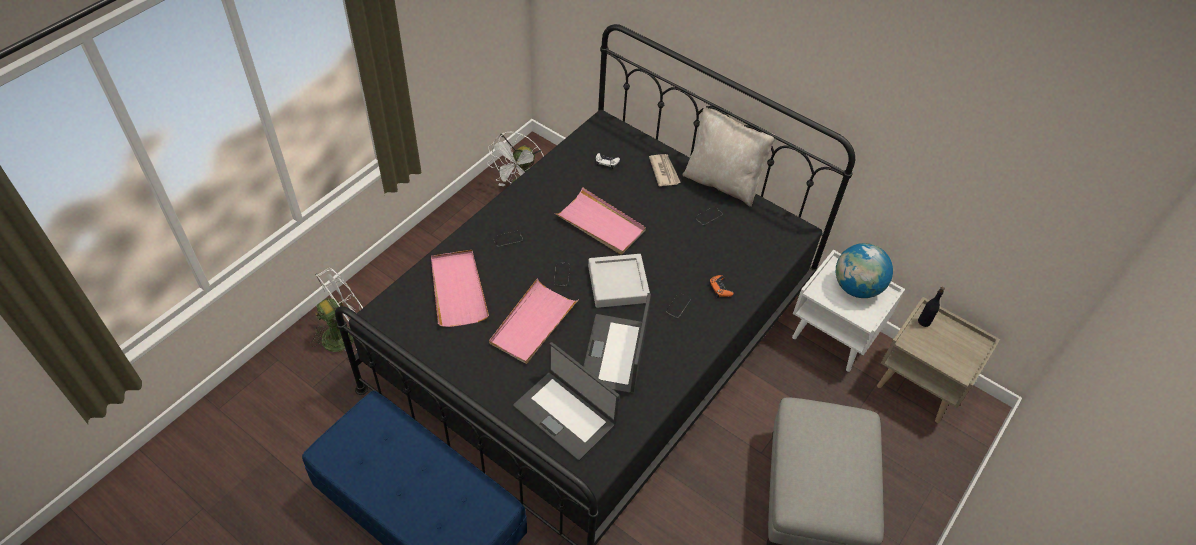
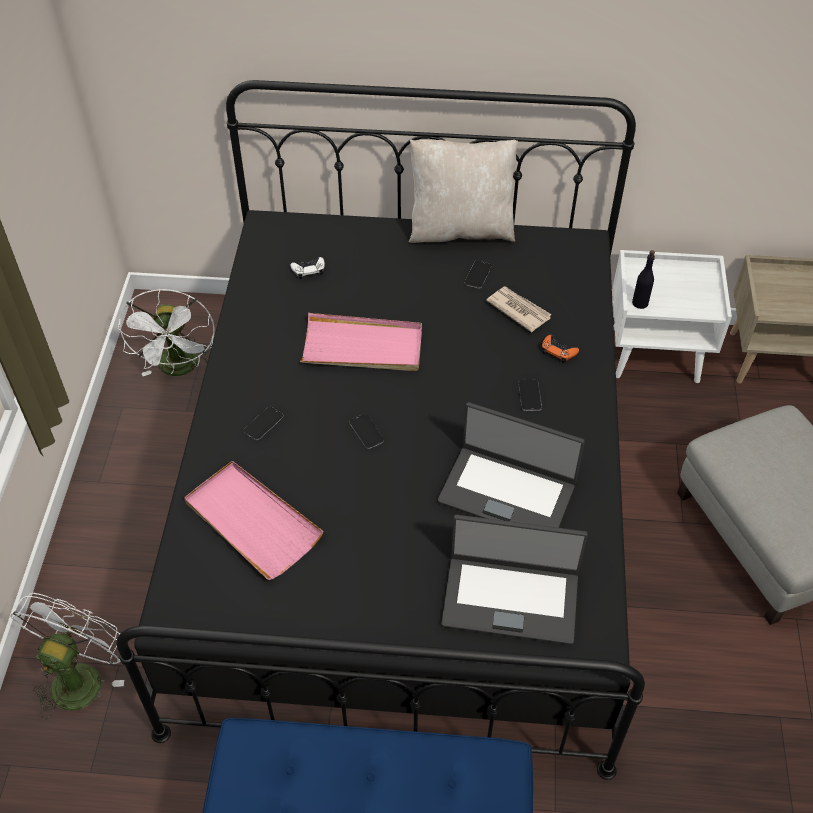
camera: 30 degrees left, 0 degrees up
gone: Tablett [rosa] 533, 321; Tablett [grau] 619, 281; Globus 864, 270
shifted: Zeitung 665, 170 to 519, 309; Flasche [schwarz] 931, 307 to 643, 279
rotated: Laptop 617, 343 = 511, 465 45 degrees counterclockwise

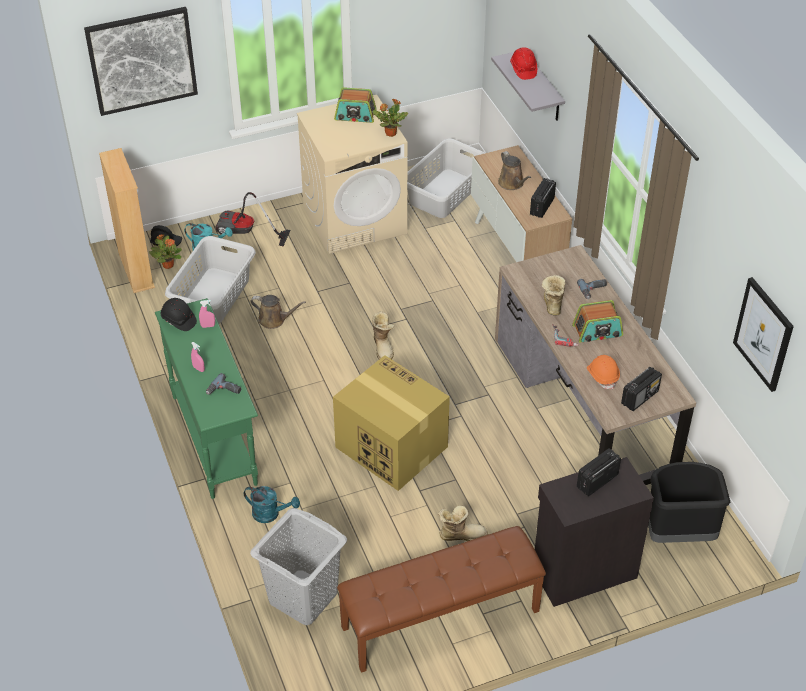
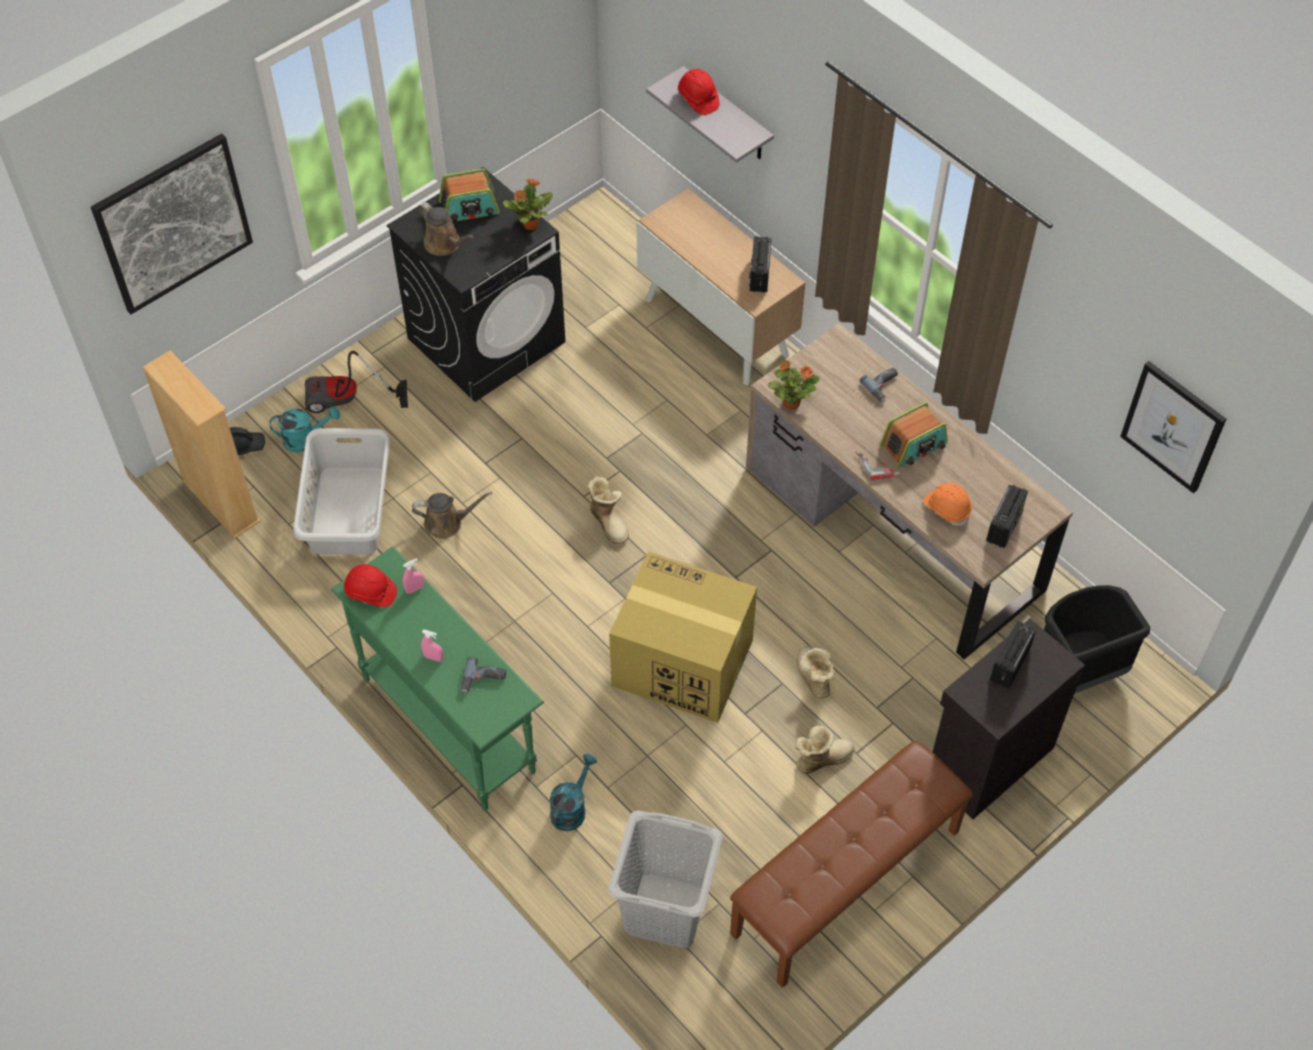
camera: 20 degrees left, 10 degrees up
gone: Wäschekorb [grau] 446, 178
shifted: Gießkanne [braun] 514, 170 to 446, 229; Topfpflanze 165, 251 to 794, 385; Stiefel 553, 295 to 816, 672
repainted: Schutzhelm [schwarz] 178, 314 to Schutzhelm [rot] 370, 585; Waschmaschine [beige] 352, 174 to Waschmaschine [schwarz] 476, 284
rotated: Gießkanne [türkis] 272, 504 = 573, 792 60 degrees counterclockwise

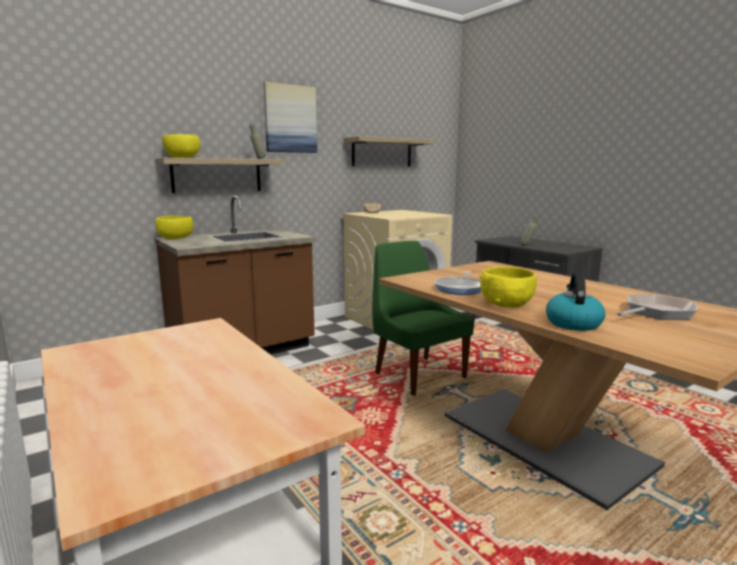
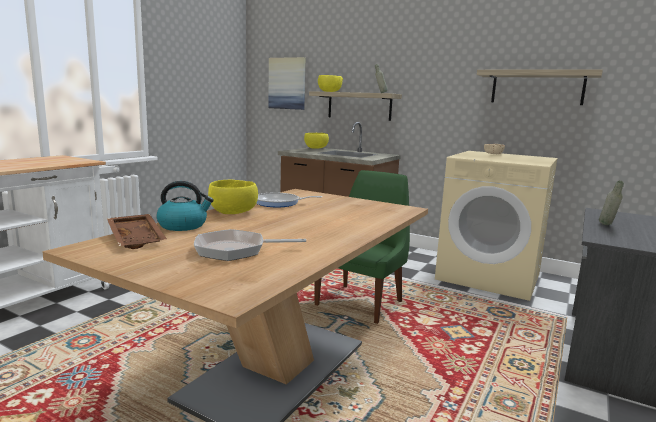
camera: 65 degrees right, 0 degrees up
new: Tablett [braun] 137, 231
shifted: Bild 290, 117 to 287, 83
rotated: Pfanne 657, 307 = 250, 245 135 degrees clockwise

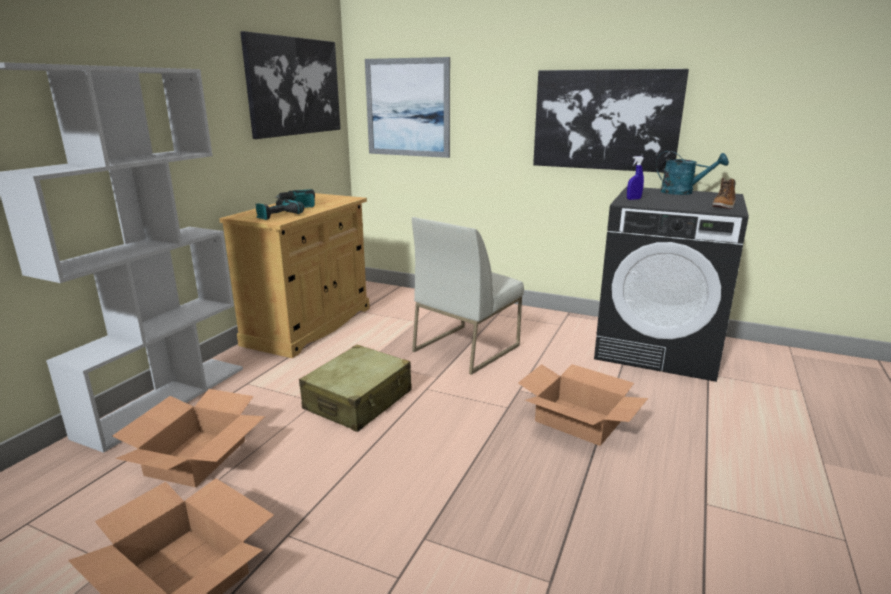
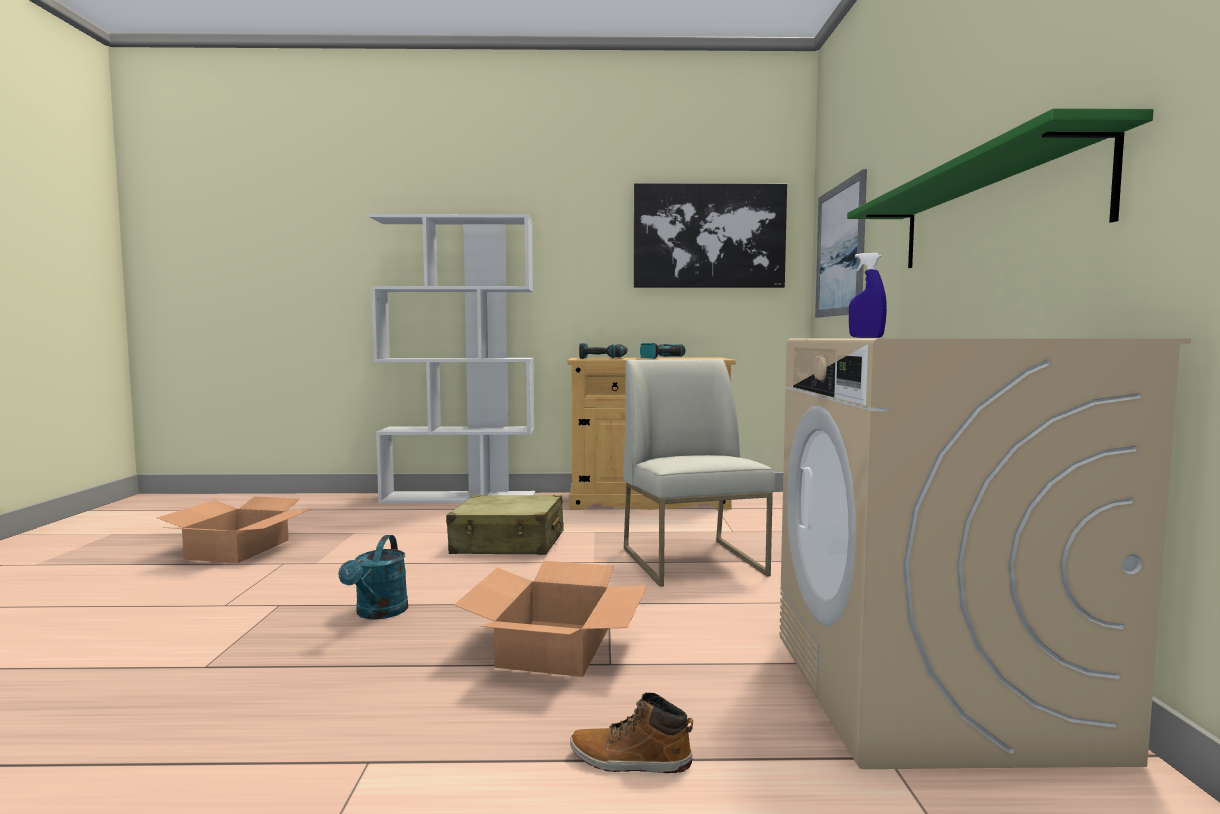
camera: 65 degrees right, 15 degrees down
gone: Karton 188, 438
shifted: Gießkanne [türkis] 692, 173 to 373, 577; Stiefel 724, 193 to 631, 733
swapped: Bild 611, 121 to Wandregal [grün] 1000, 188
repainted: Waschmaschine [schwarz] 671, 284 to Waschmaschine [beige] 985, 553
rotated: Stuhl [weiß] 468, 296 = 699, 473 60 degrees clockwise

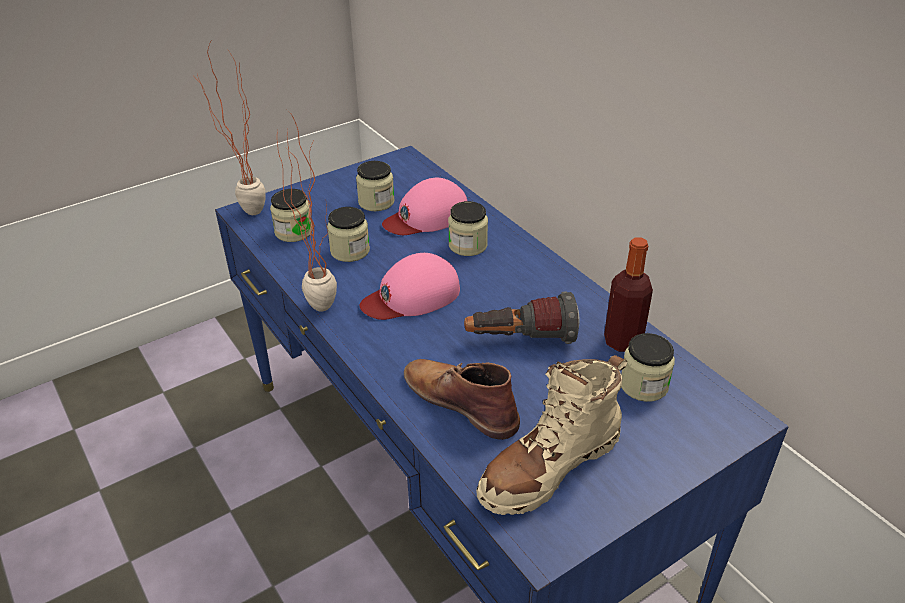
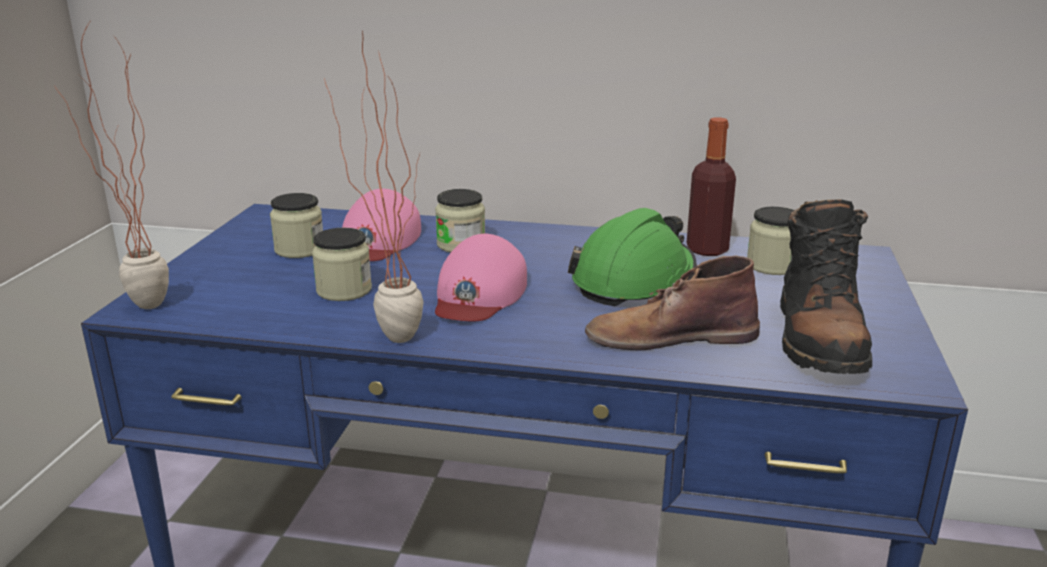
camera: 45 degrees left, 15 degrees down
gone: Vorratsglas 291, 215
swapped: Taschenlampe 522, 318 to Schutzhelm [grün] 632, 257
repainted: Stiefel [beige] 552, 435 to Stiefel [schwarz] 826, 286

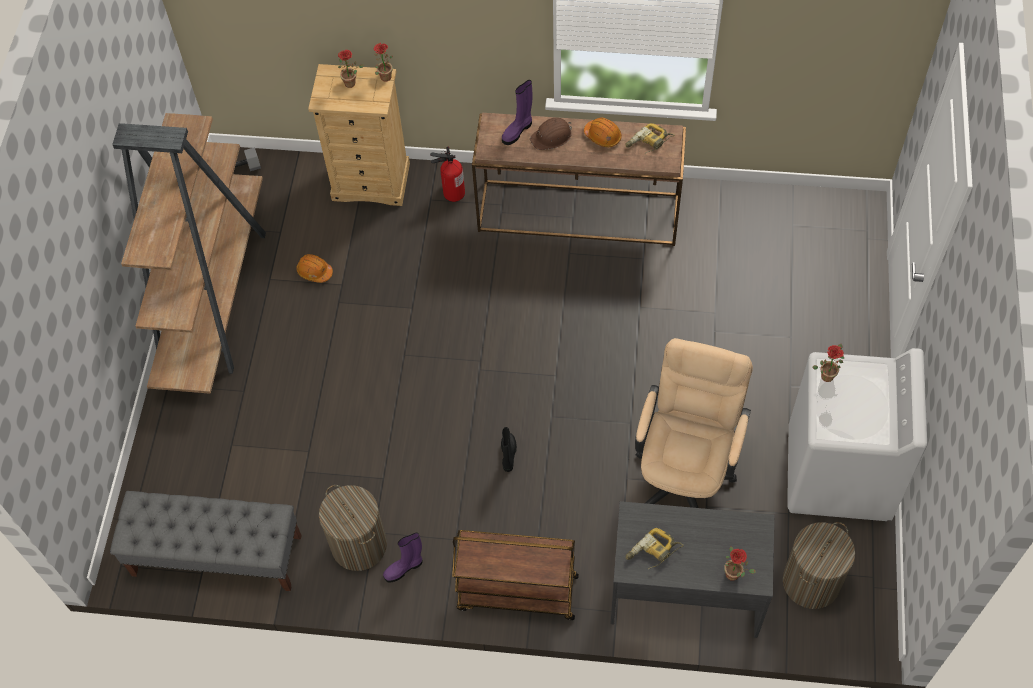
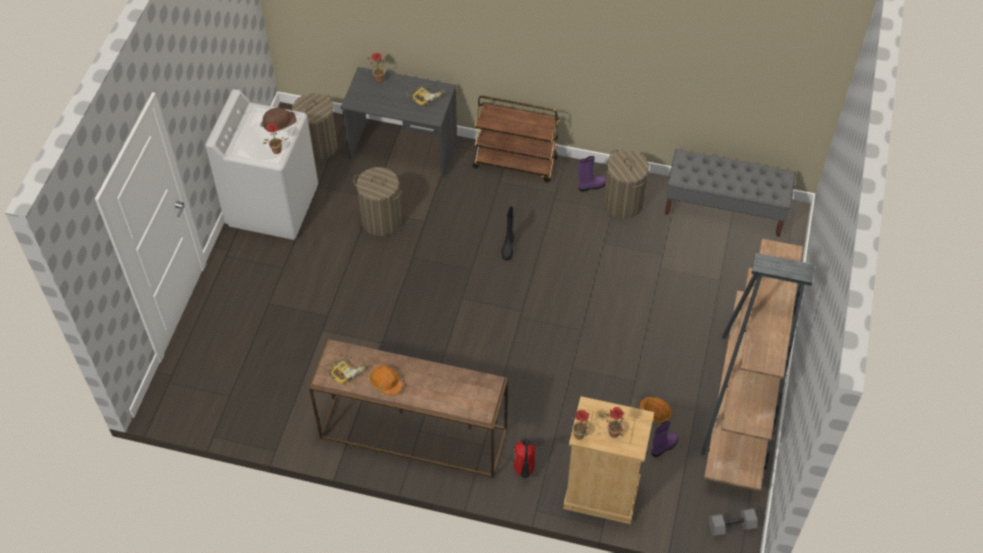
camera: 175 degrees left, 5 degrees down
shifted: Schutzhelm [braun] 551, 134 to 278, 119; Stiefel [lila] 517, 112 to 665, 439
swapped: Bürostuhl [beige] 694, 423 to Wäschekorb 377, 201

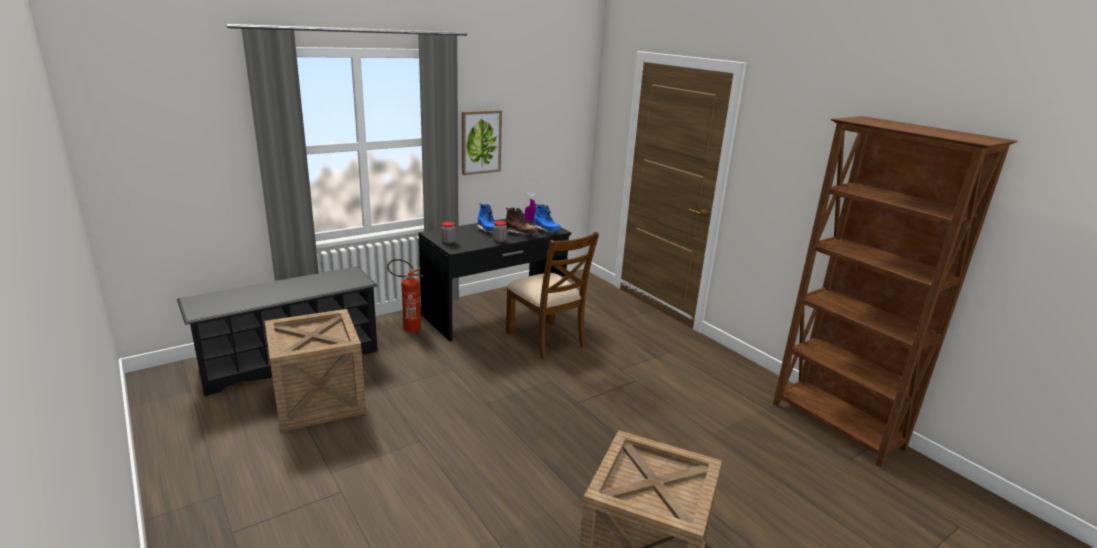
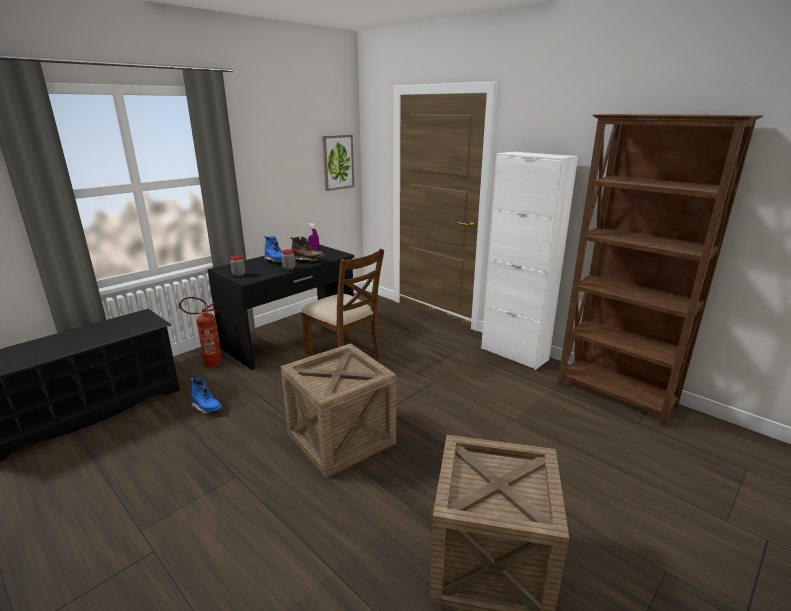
camera: 10 degrees left, 0 degrees up
new: Schrank [weiß] 529, 261
shifted: Stiefel [blau] 547, 218 to 206, 395; Kiste 315, 370 to 338, 410; Bild 482, 142 to 338, 163

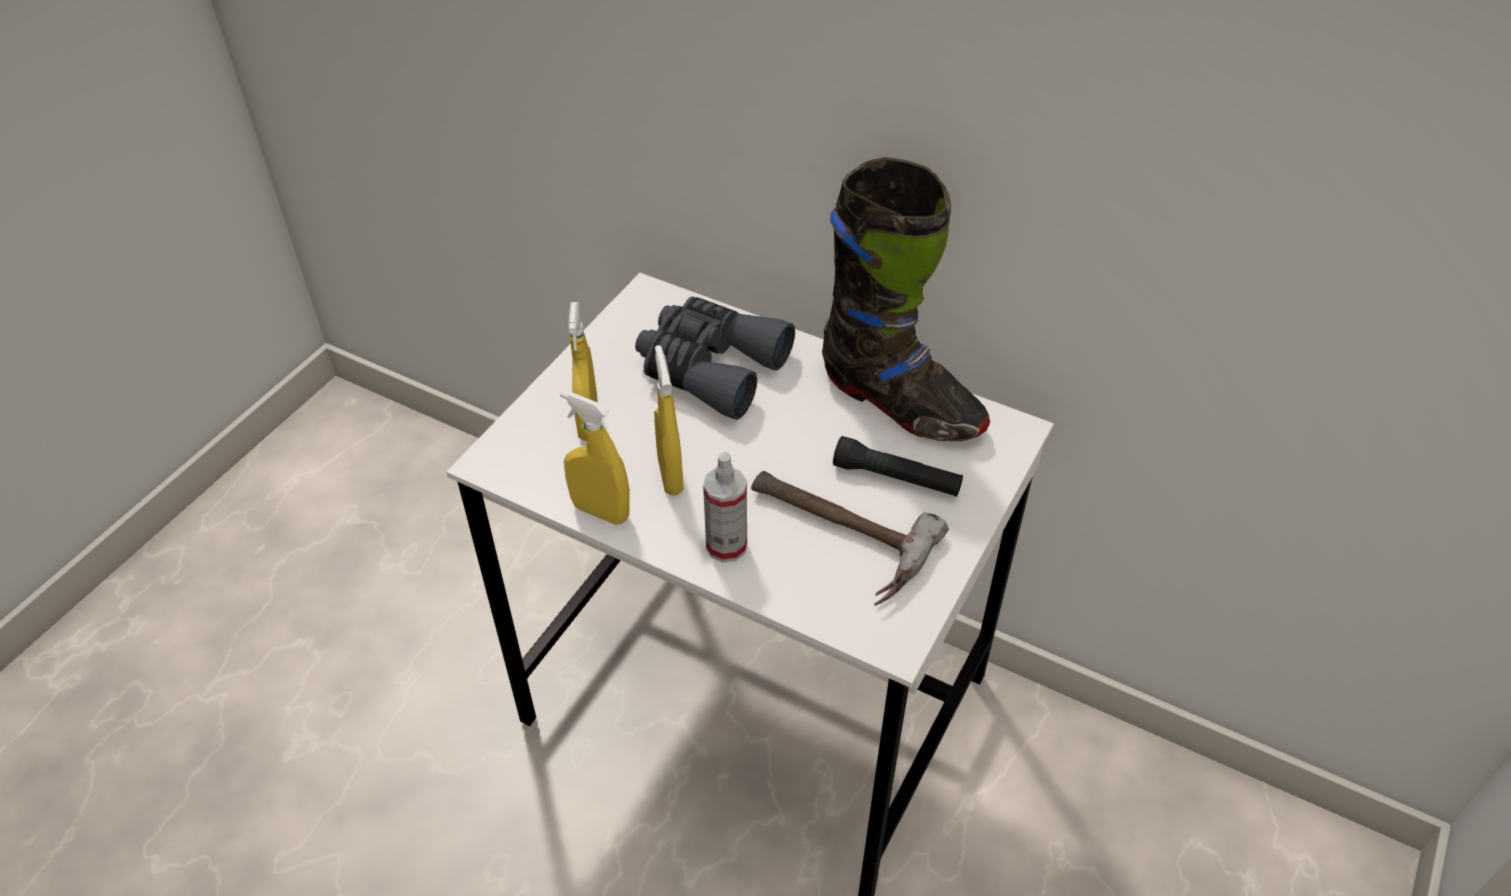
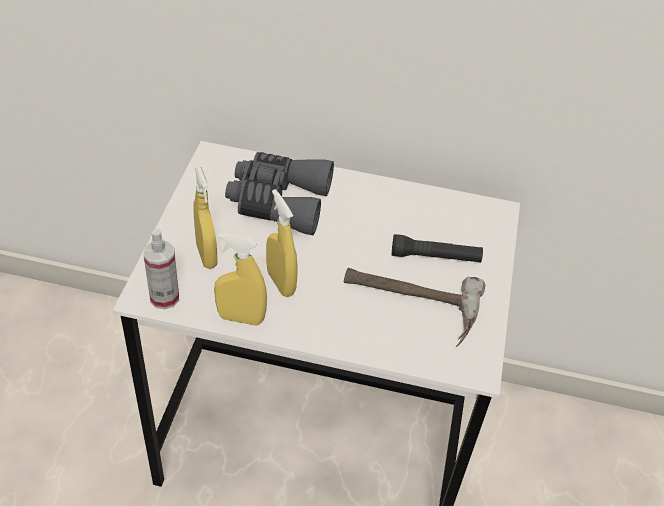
camera: 20 degrees left, 0 degrees up
gone: Stiefel [schwarz] 906, 299
shifted: Sprühflasche 725, 507 to 161, 269

